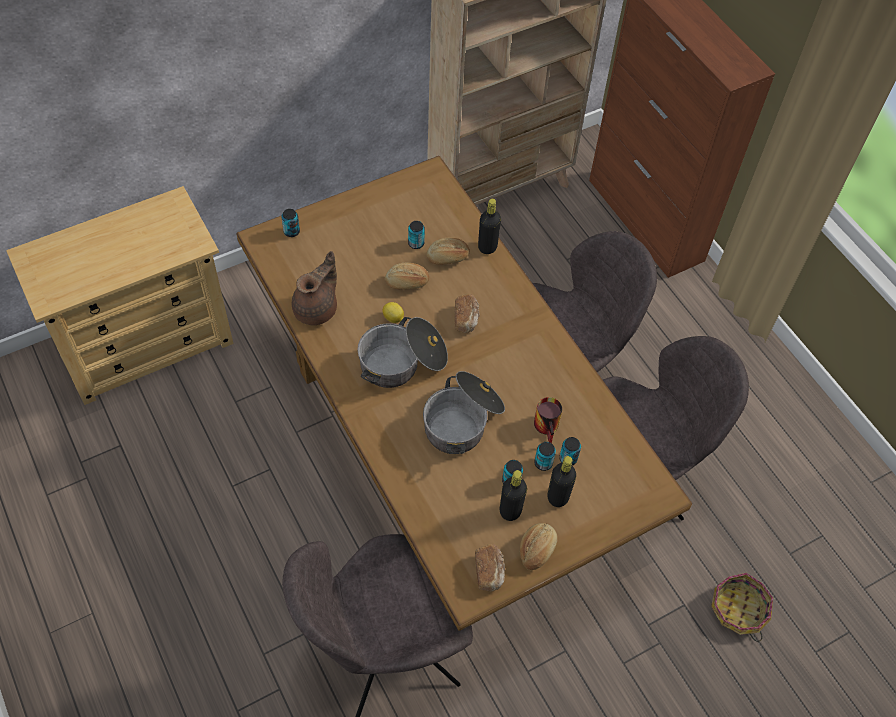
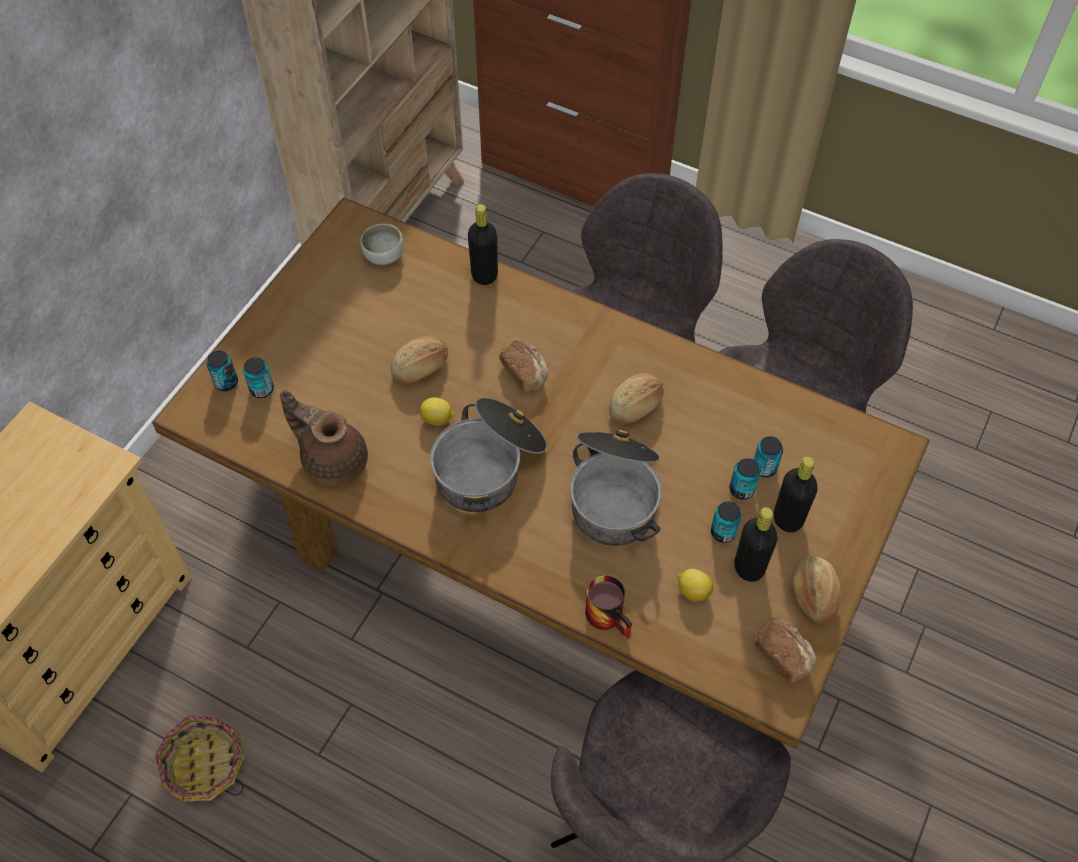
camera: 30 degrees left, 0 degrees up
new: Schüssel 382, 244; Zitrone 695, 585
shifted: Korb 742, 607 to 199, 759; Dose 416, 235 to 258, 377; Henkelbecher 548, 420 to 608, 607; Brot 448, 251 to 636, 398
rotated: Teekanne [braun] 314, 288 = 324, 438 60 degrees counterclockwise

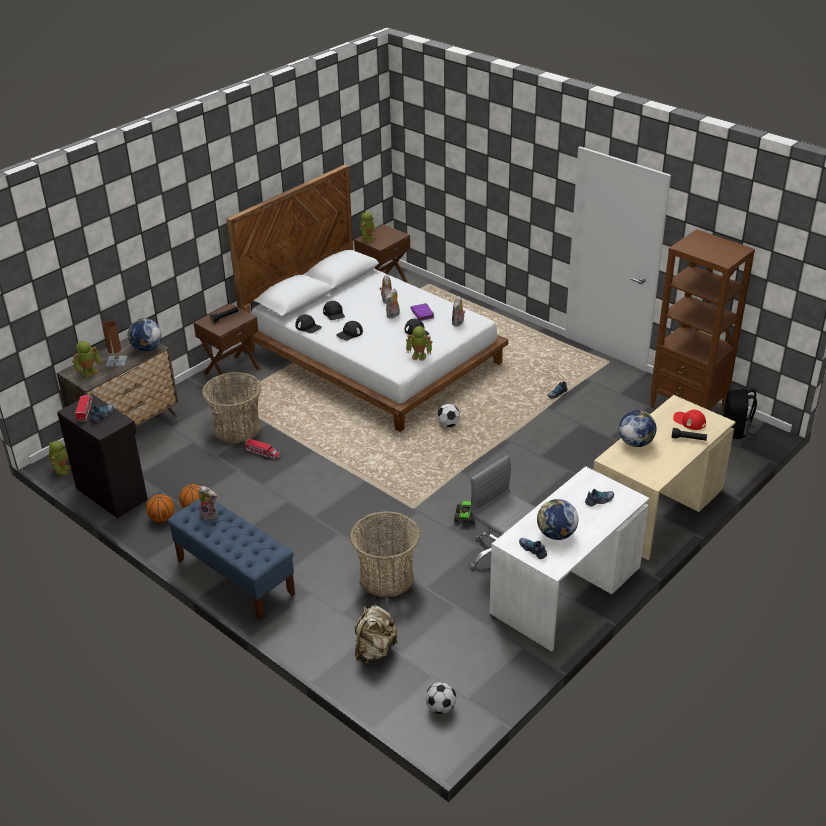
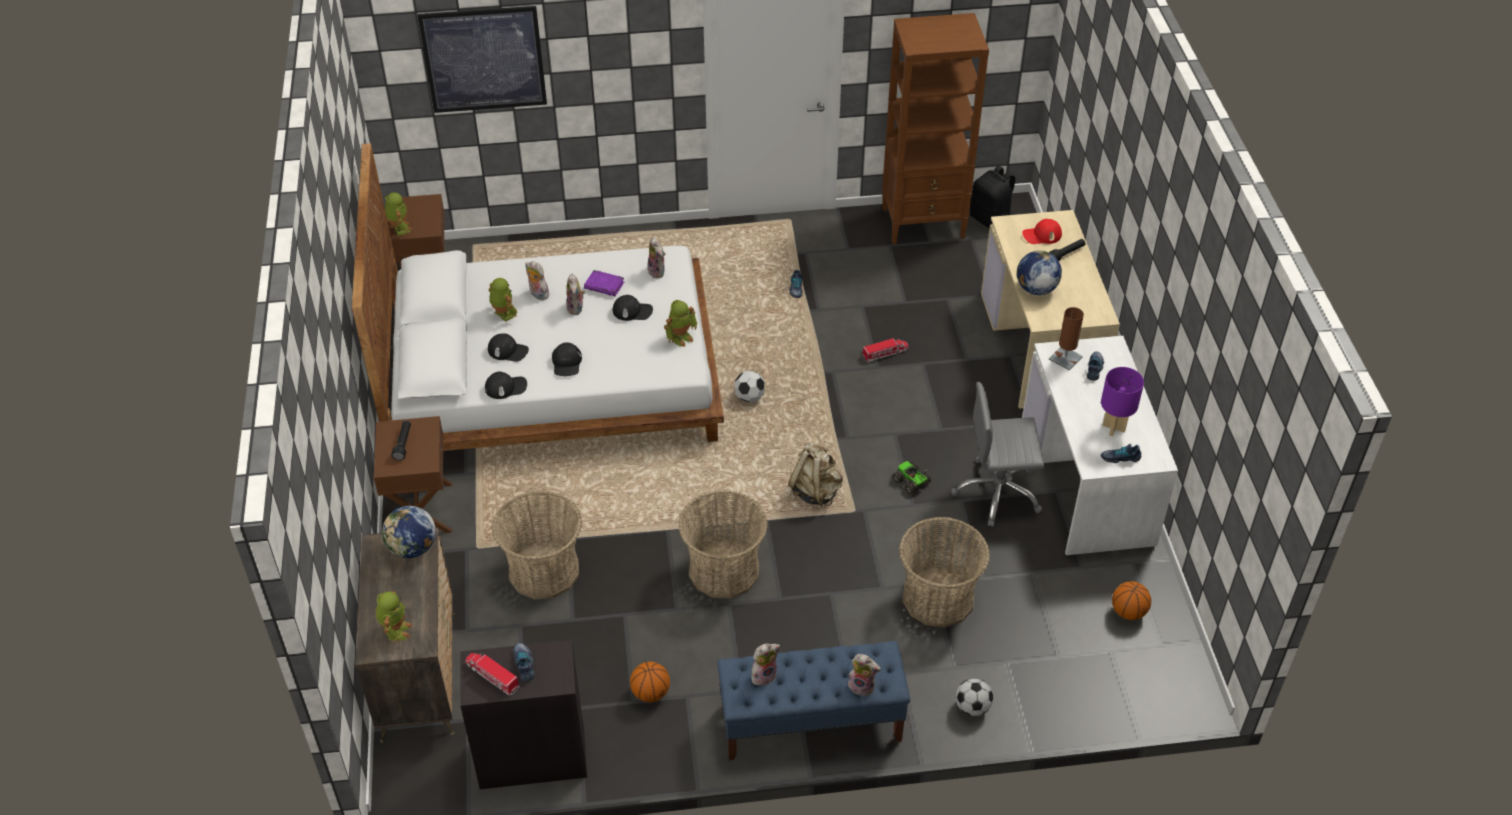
camera: 50 degrees left, 10 degrees up
new: Bild 482, 59; Korb 723, 544; Plüschtier 864, 675
shifted: Spielzeugroboter 60, 458 to 503, 300; Rucksack [beige] 376, 634 to 815, 475; Spielzeuglaster 262, 449 to 885, 350; Fußball 440, 698 to 974, 697; Tischlampe [braun] 114, 344 to 1066, 339; Basketball 160, 508 to 1131, 600
swapped: Globus 558, 519 to Tischlampe [lila] 1122, 401

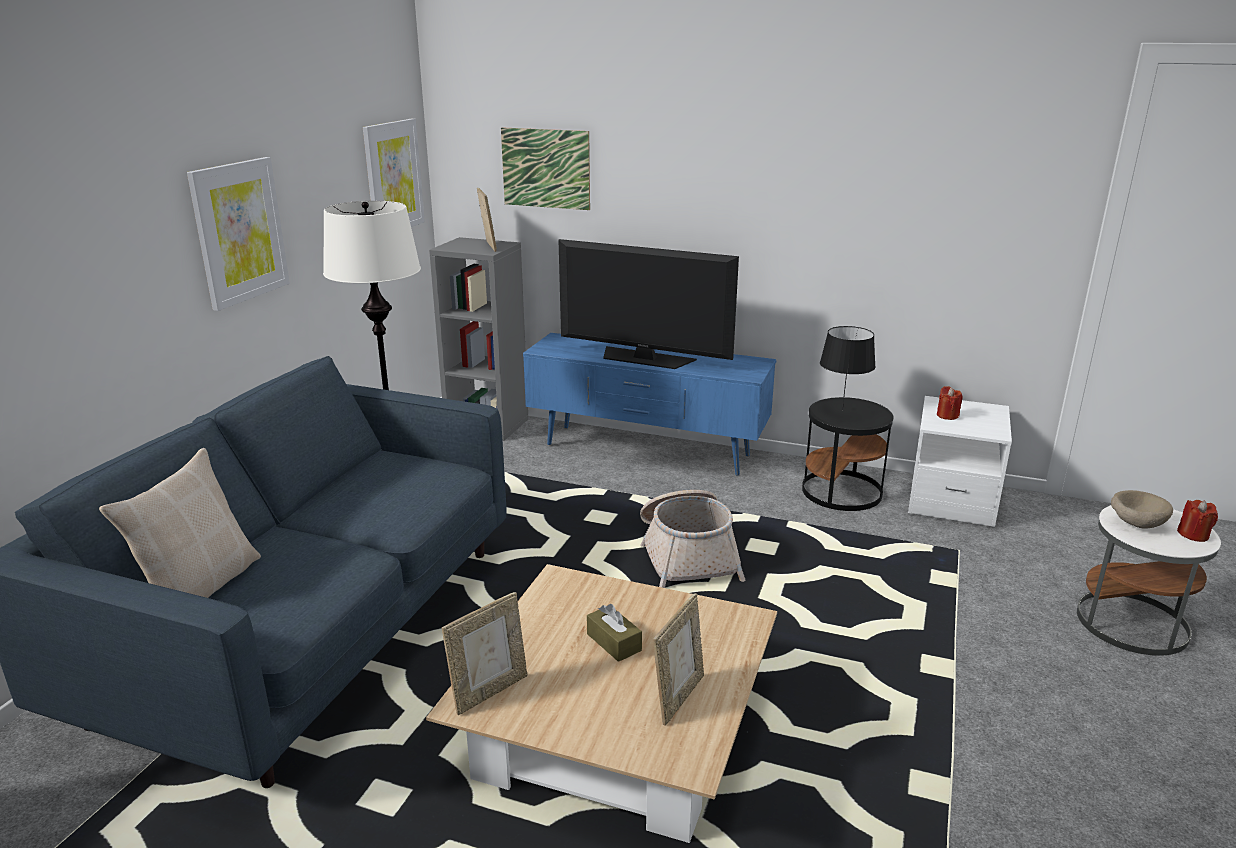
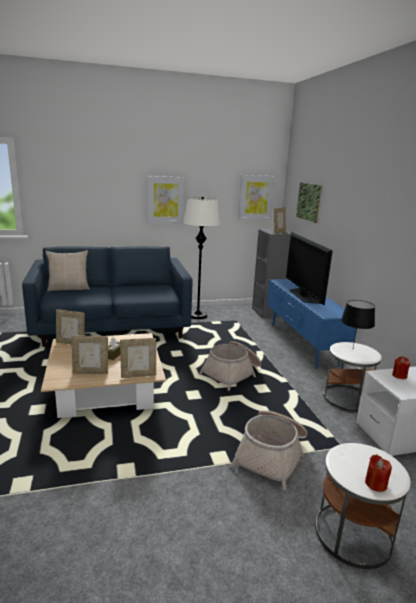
camera: 55 degrees right, 5 degrees down
gone: Schüssel [beige] 1142, 509
new: Bilderrahmen 138, 358; Korb 269, 450
repainted: Beistelltisch [schwarz] 848, 454 to Beistelltisch [weiß] 352, 377

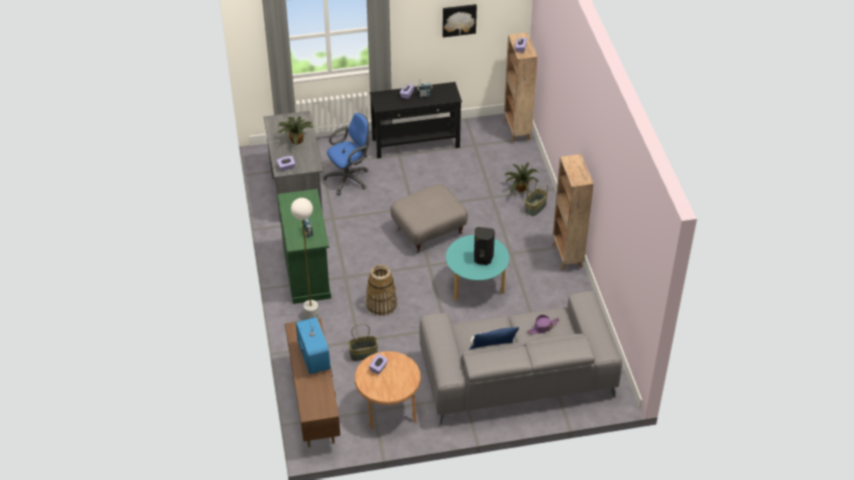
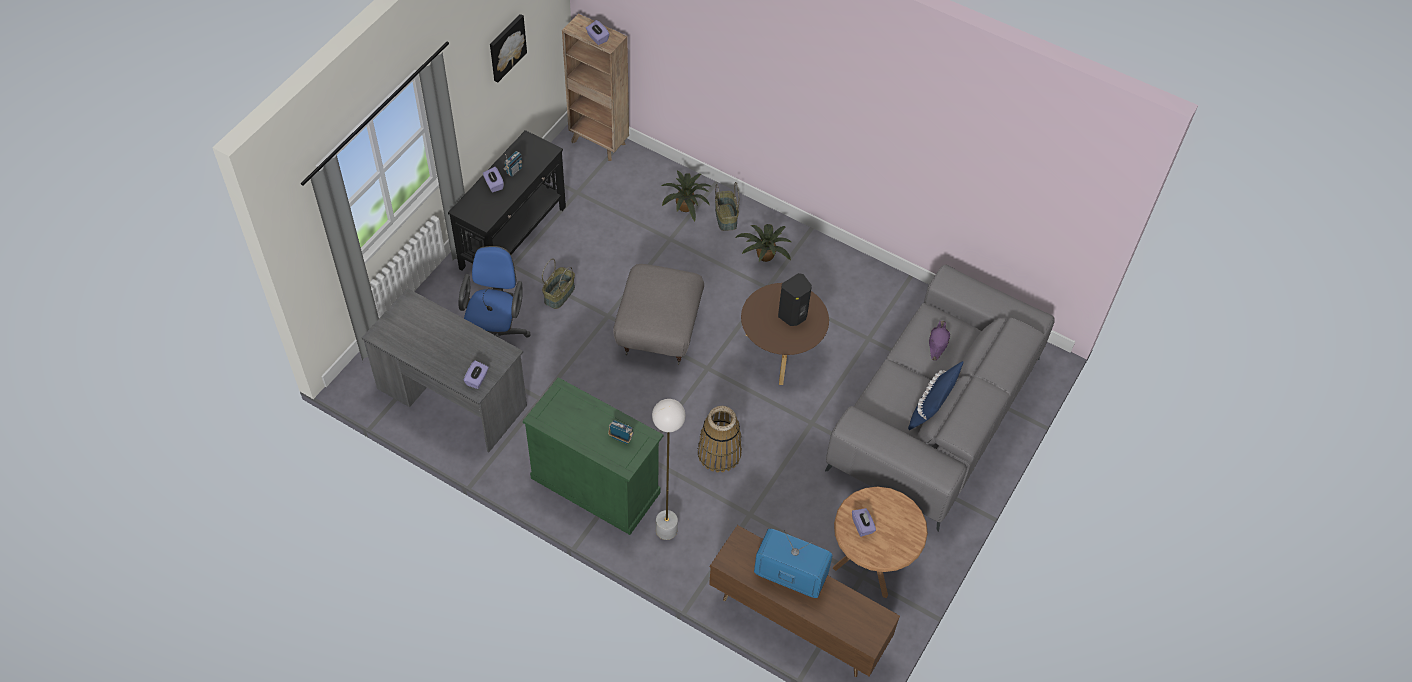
camera: 50 degrees left, 10 degrees up
gone: Bücherregal [braun] 573, 212
shifted: Korb 363, 342 to 558, 284; Topfpflanze 296, 130 to 763, 243
repainted: Couchtisch [türkis] 477, 268 to Couchtisch [braun] 785, 334

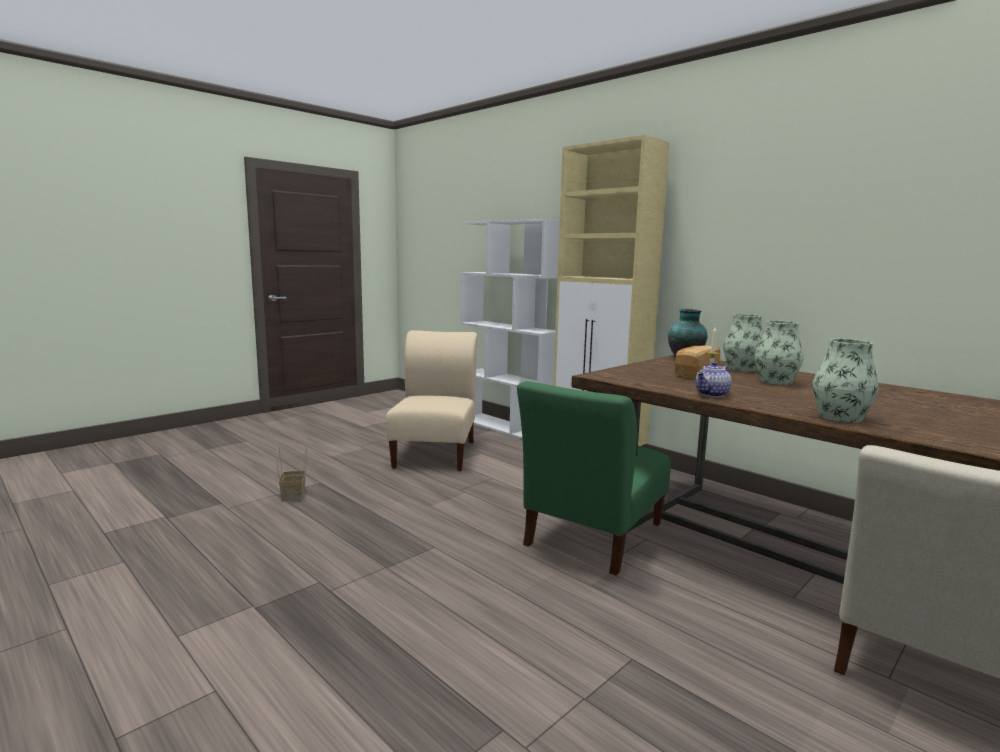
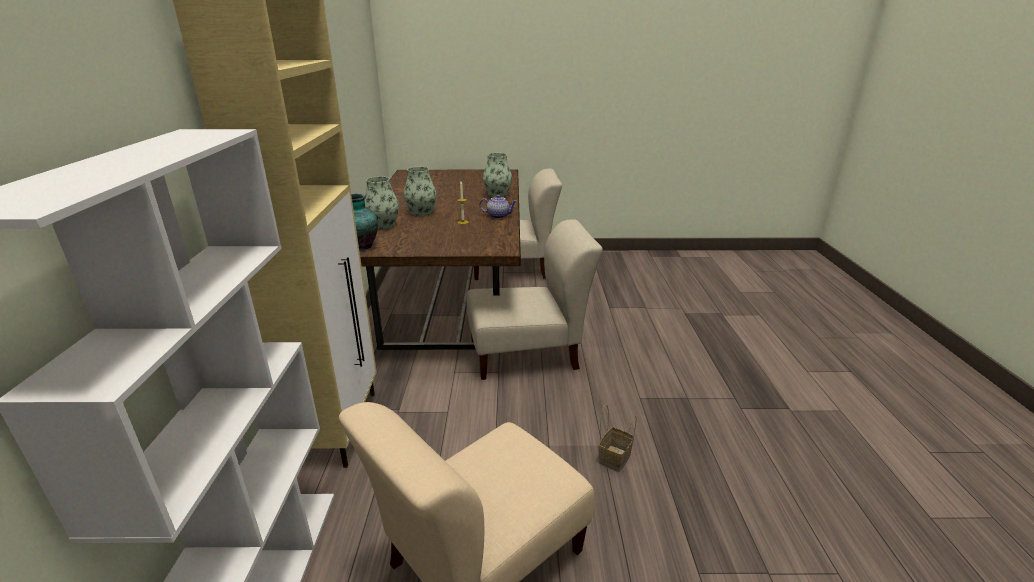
camera: 135 degrees left, 15 degrees up
gone: Brot 697, 362
shifted: Korb 292, 473 to 617, 438
repainted: Stuhl [grün] 594, 478 to Stuhl [beige] 534, 299

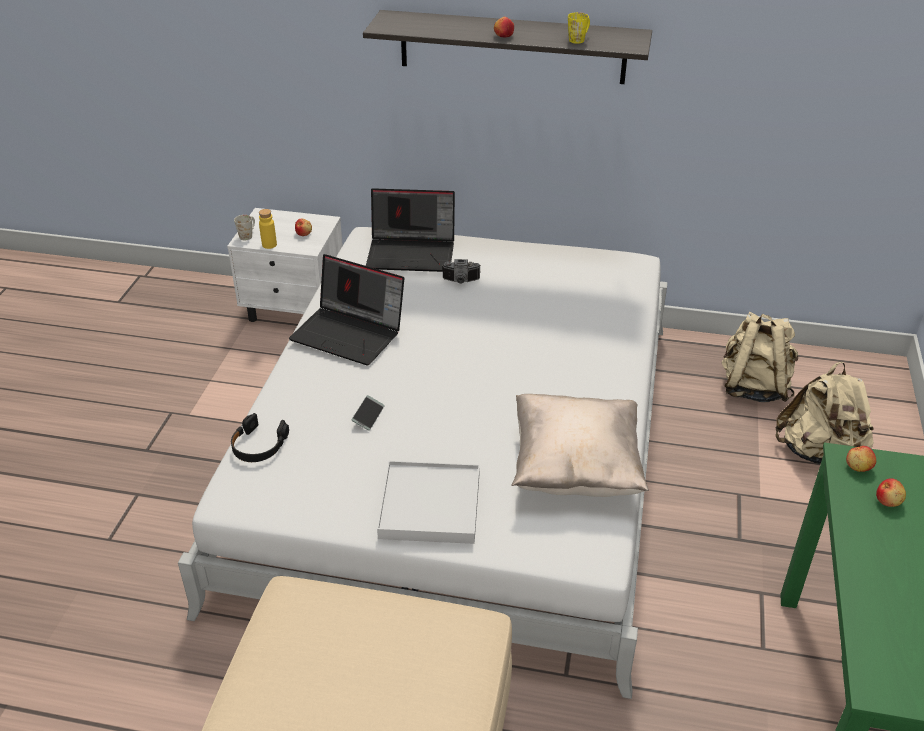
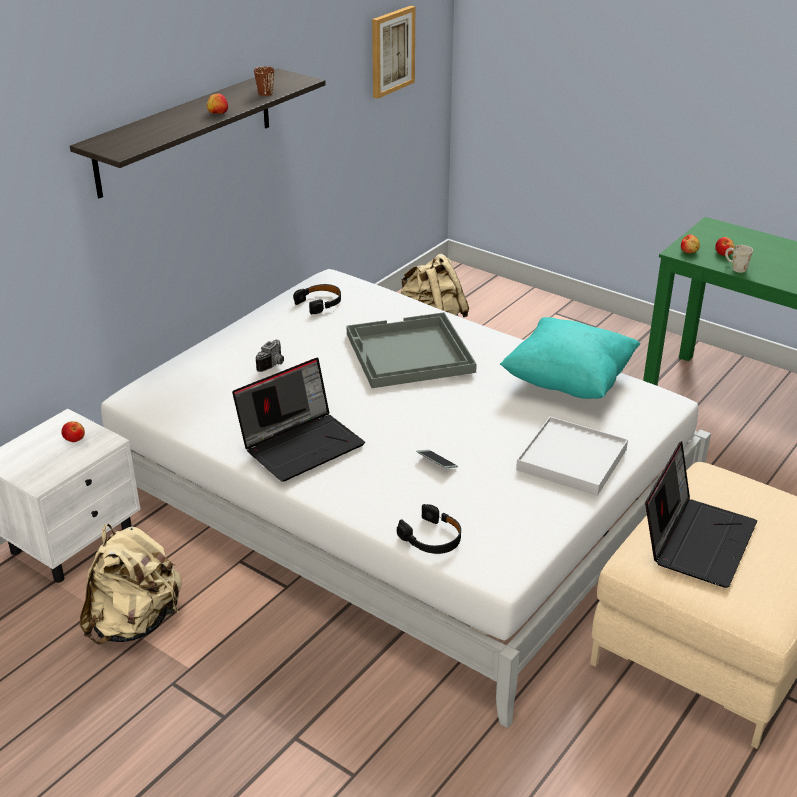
camera: 65 degrees left, 5 degrees down
gone: Flasche [gelb] 268, 229
new: Kopfhörer [schwarz] 317, 299; Tablett [grau] 411, 350; Bild 393, 52
shifted: Rucksack [beige] 825, 413 to 131, 584; Laptop 410, 230 to 701, 514; Henkelbecher [weiß] 244, 227 to 739, 259
repainted: Henkelbecher [gelb] 579, 28 to Henkelbecher [braun] 264, 81; Kissen [beige] 580, 445 to Kissen [türkis] 570, 358

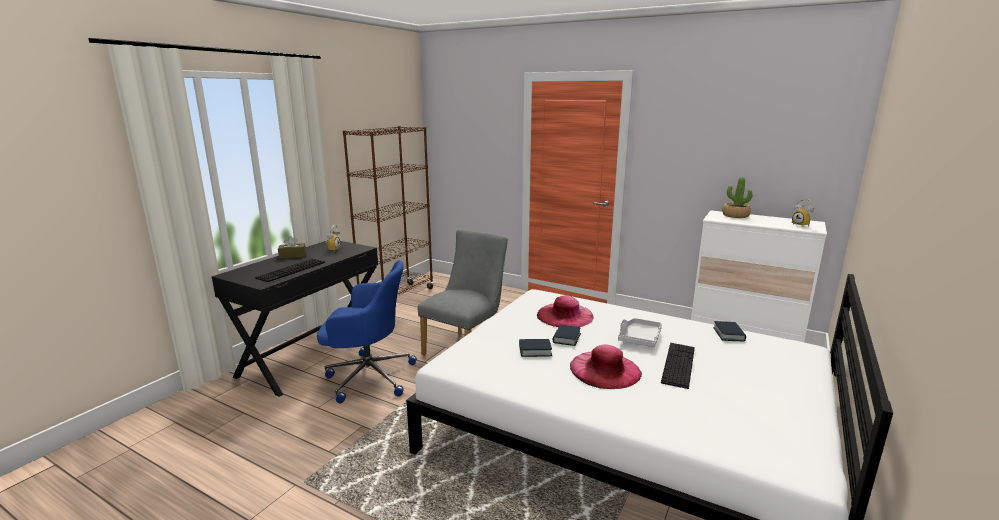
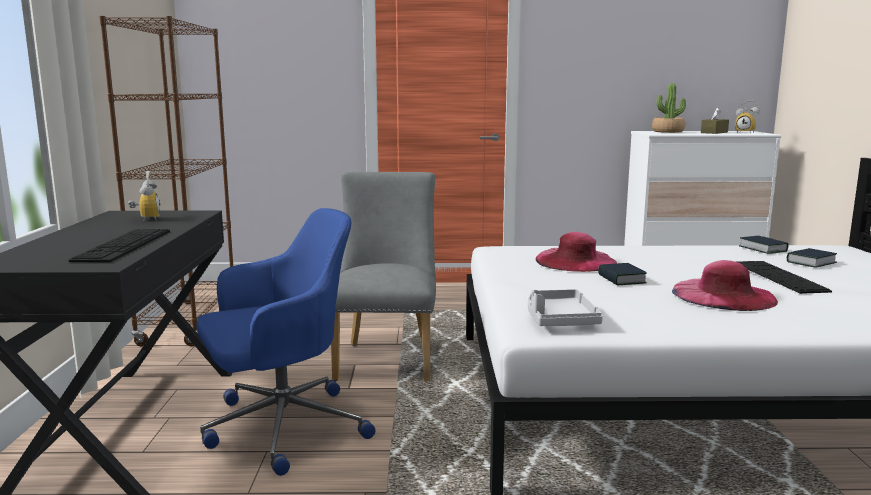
camera: 30 degrees left, 5 degrees down
shifted: Tablett [grau] 640, 332 to 565, 307; Taschentuchbox [braun] 292, 247 to 715, 120; Buch 535, 348 to 812, 258

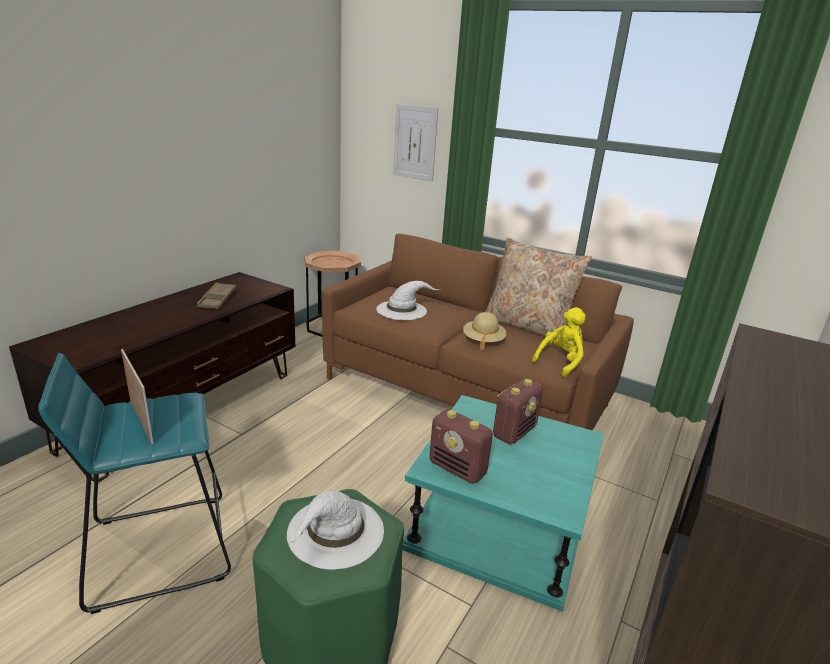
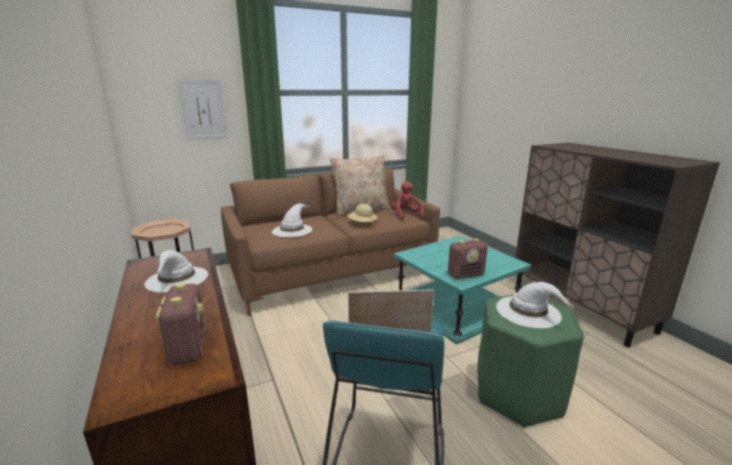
camera: 55 degrees left, 5 degrees down
shifted: Radio 518, 411 to 180, 324
swapped: Tablett [braun] 216, 295 to Hut [weiß] 176, 271
repainted: Plüschtier [gelb] 559, 342 to Plüschtier [rot] 407, 201

